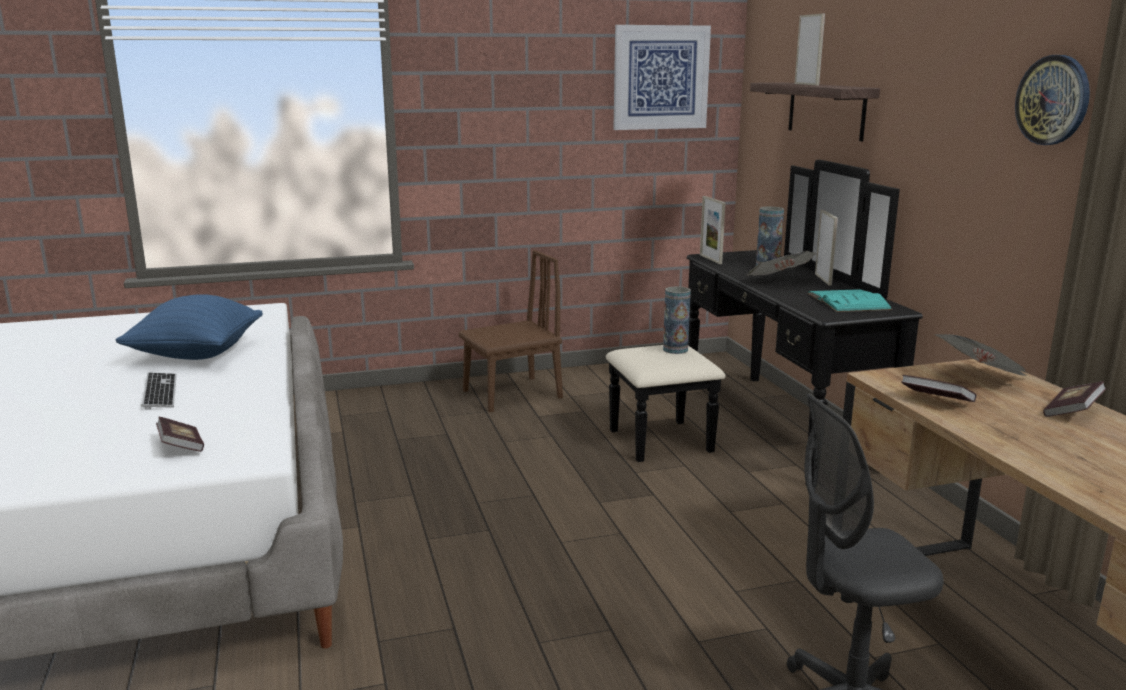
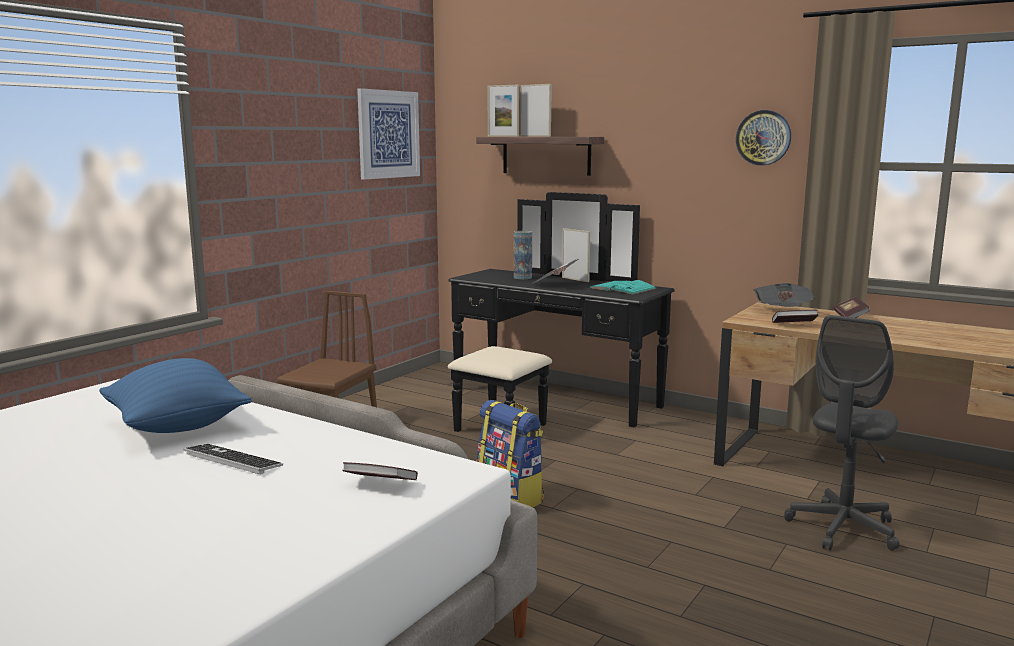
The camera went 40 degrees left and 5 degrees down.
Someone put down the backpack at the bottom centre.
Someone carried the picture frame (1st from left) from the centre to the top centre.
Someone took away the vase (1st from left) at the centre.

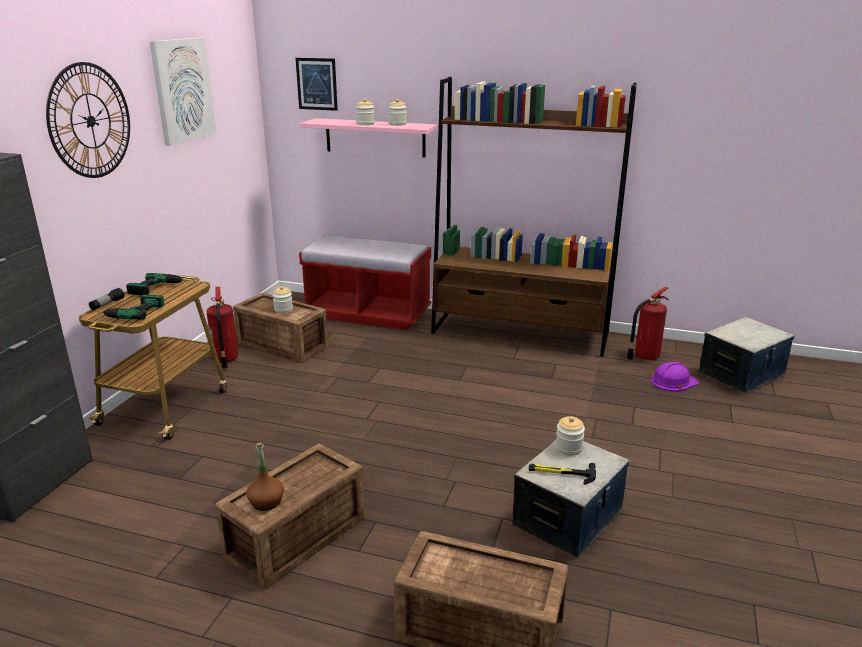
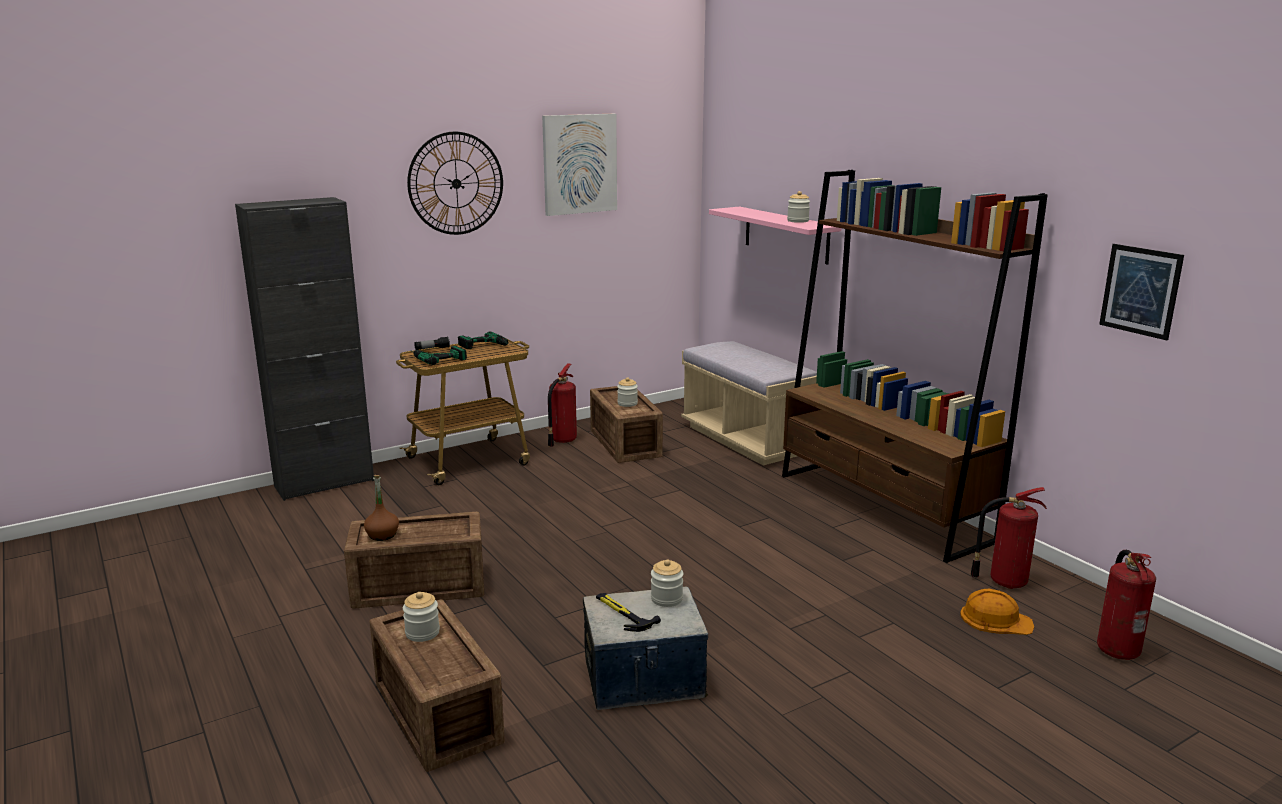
The camera went 40 degrees right and 5 degrees down.
Someone carried the jar (2nd from left in the first image) from the top centre to the bottom left.
Someone repainted the red bench at the centre, which became the beige bench at the centre.
Someone repainted the purple hard hat at the middle right, which became the orange hard hat at the bottom right.
Someone swapped the storage box (2nd from left) at the middle right for the fire extinguisher (3rd from left) at the bottom right.
Someone carried the picture (2nd from left) from the top centre to the middle right.

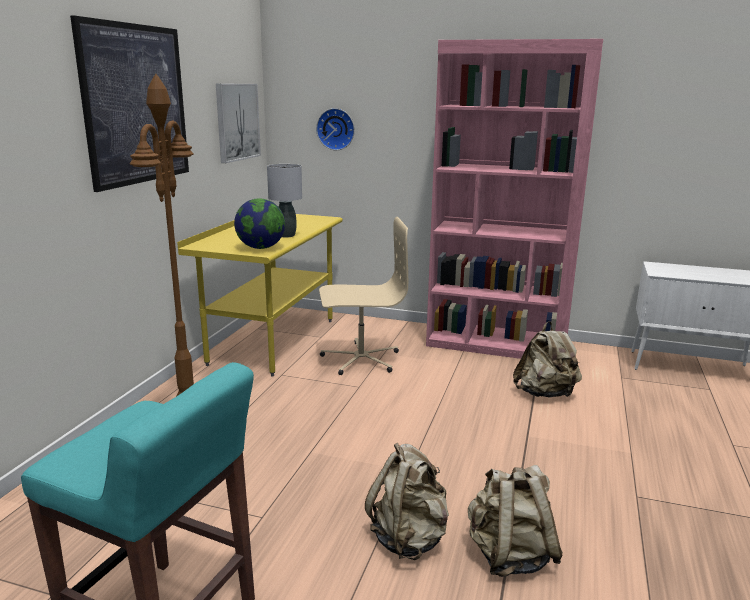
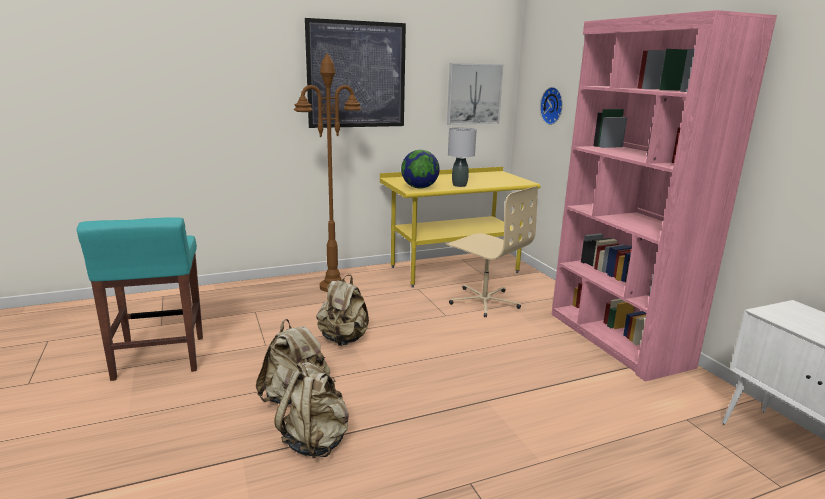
The camera went 50 degrees right and 0 degrees up.
Someone carried the beige backpack (3rd from left) from the middle right to the centre.

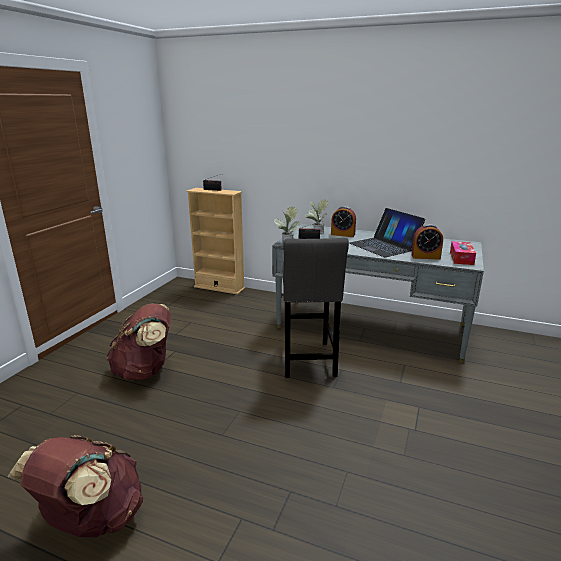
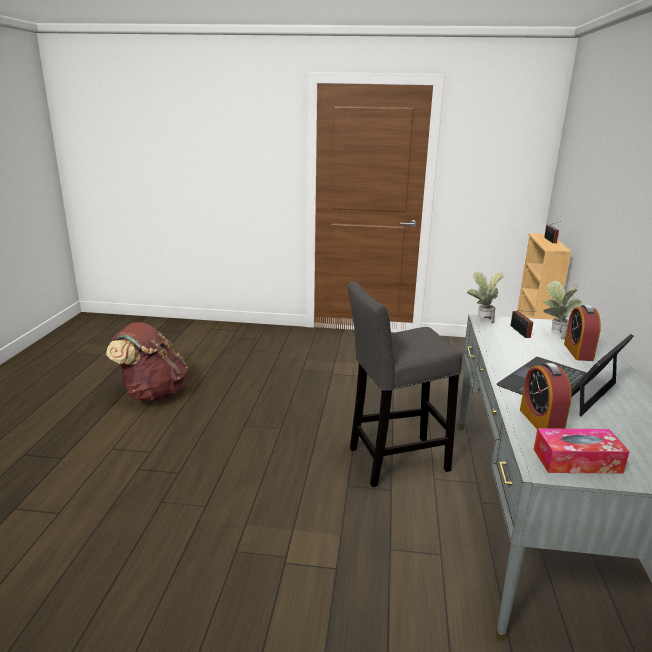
The camera went 75 degrees right and 0 degrees up.
Someone took away the brown backpack (2nd from left) at the middle left.

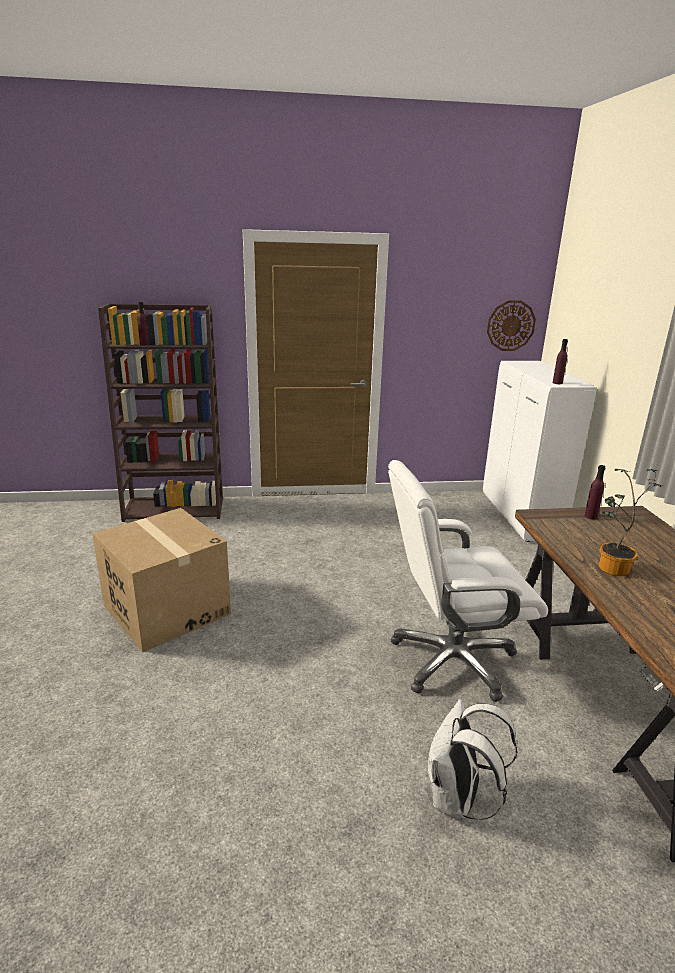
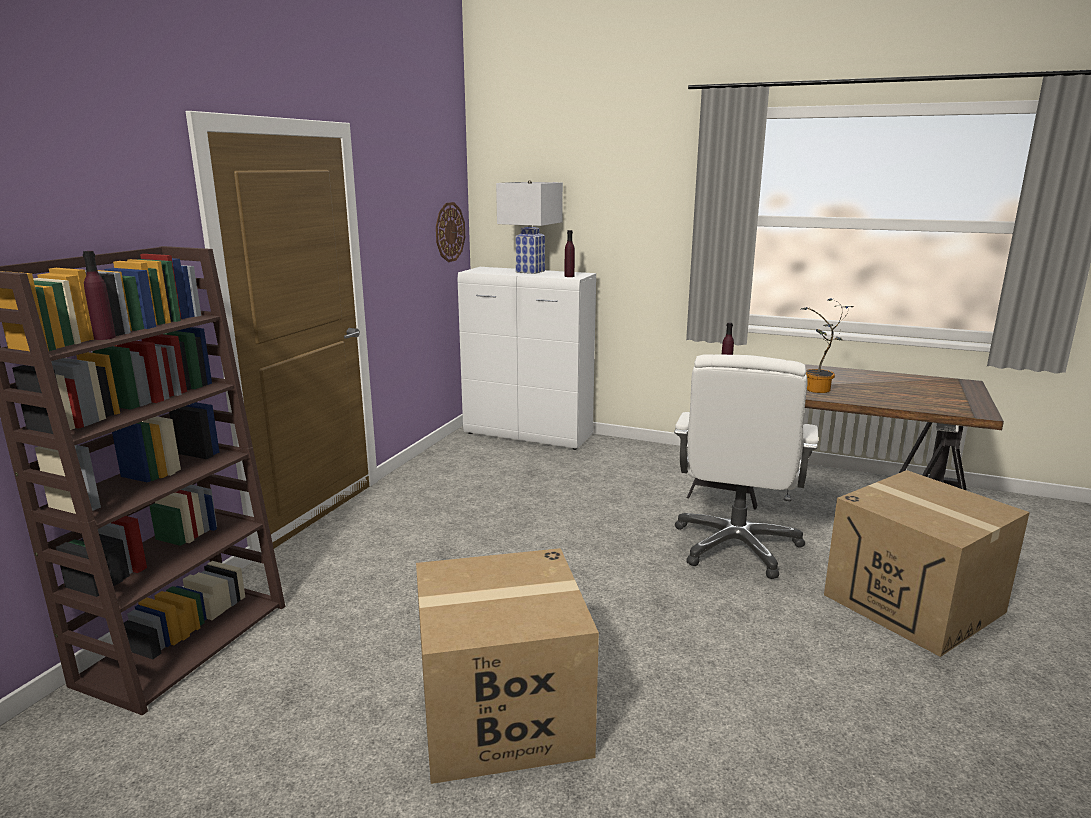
The camera went 60 degrees left and 5 degrees down.
Someone put down the white table lamp at the top centre.
Someone swapped the white backpack at the bottom right for the cardboard box (2nd from left) at the bottom right.

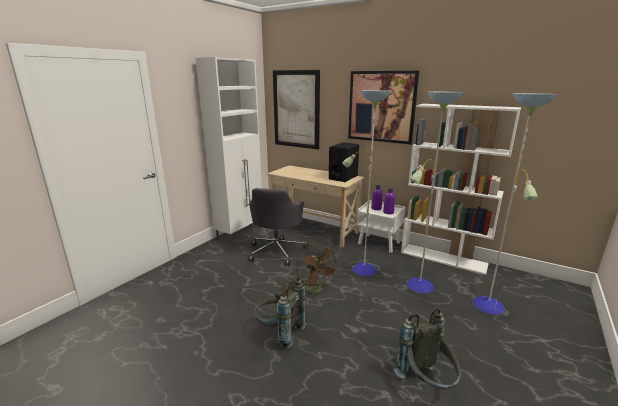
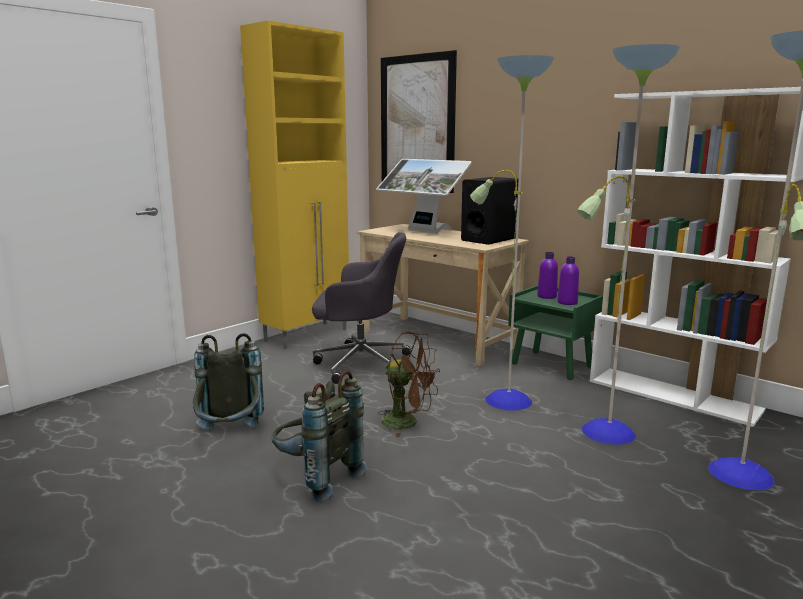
The camera went 10 degrees right and 5 degrees down.
Someone carried the grey backpack (2nd from left in the first image) from the bottom right to the middle left.
Someone repainted the white cabinet at the centre, which became the yellow cabinet at the top centre.
Someone rotated the grey office chair at the centre by 105 degrees counterclockwise.
Someone put down the monitor at the top centre.
Someone rotated the brown fan at the centre by 45 degrees counterclockwise.
Someone repainted the white nightstand at the centre, which became the green nightstand at the middle right.
Someone took away the picture (2nd from left) at the top centre.

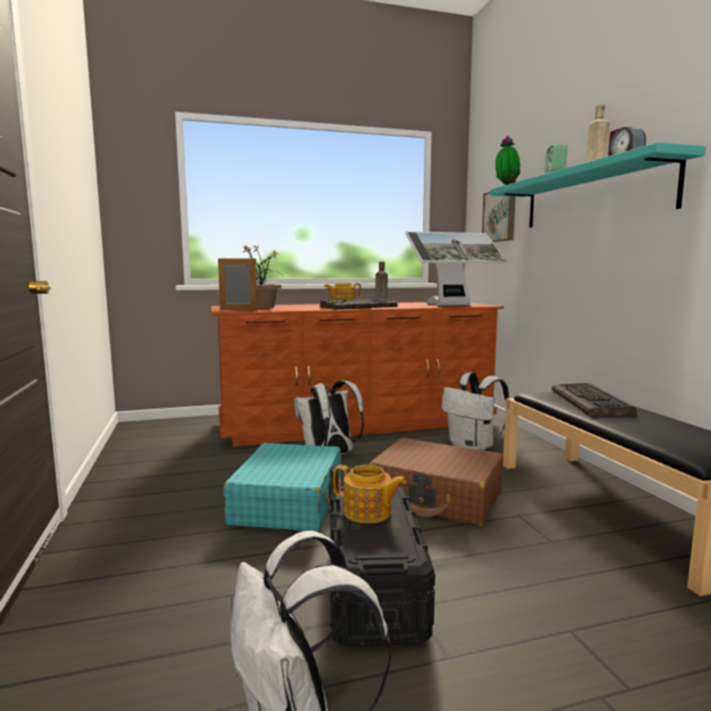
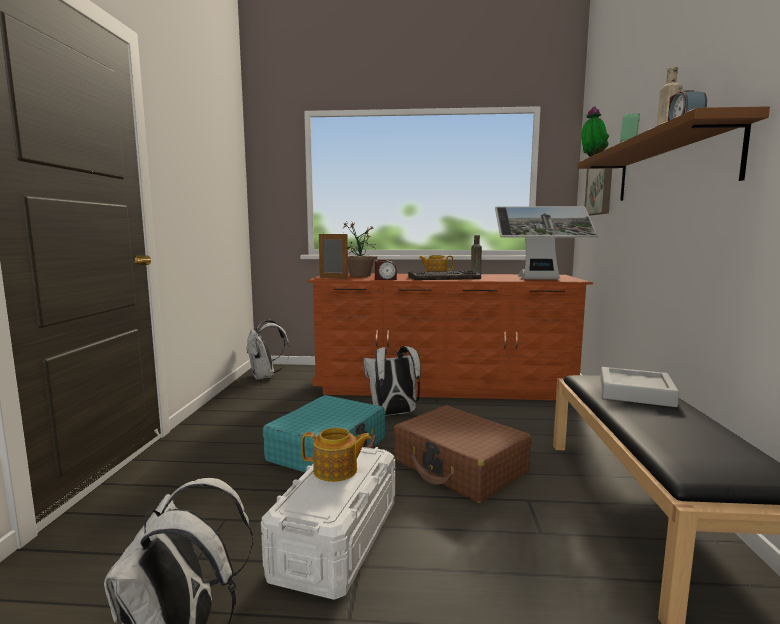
The camera went 20 degrees right and 0 degrees up.
Someone carried the white backpack (3rd from left in the first image) from the middle right to the centre.
Someone repainted the black storage box at the bottom centre, which became the white storage box at the bottom centre.
Someone rotated the teapot (2nd from left in the first image) at the bottom centre by 45 degrees counterclockwise.
Someone put down the alarm clock (1st from left) at the centre.
Someone repainted the turquoise shelf at the top right, which became the brown shelf at the top right.
Someone swapped the keyboard (2nd from left) at the middle right for the grey tray at the middle right.

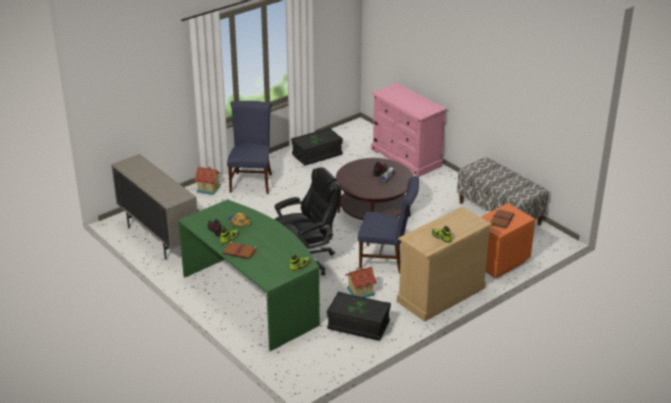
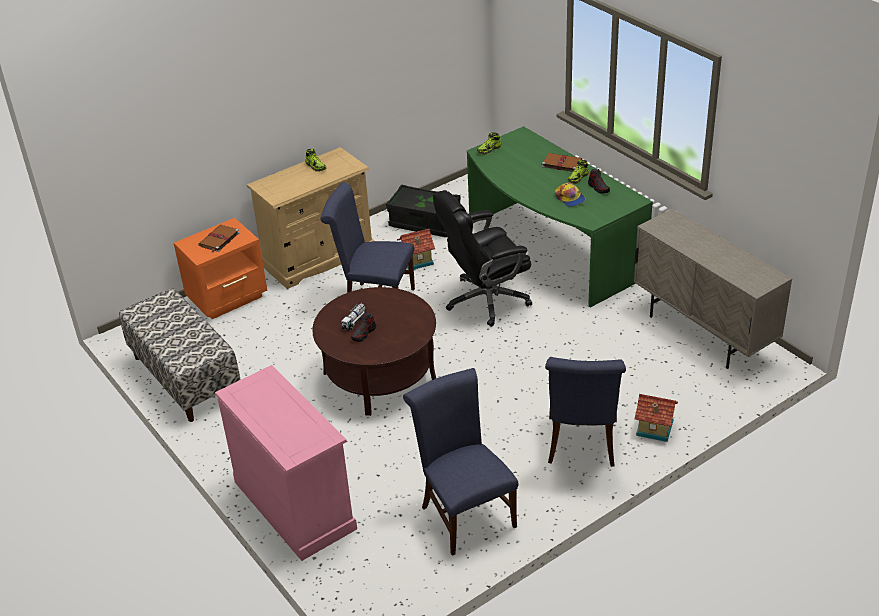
The camera went 175 degrees left and 5 degrees up.
Someone swapped the black storage box (1st from left) at the centre for the blue chair (2nd from left) at the bottom centre.

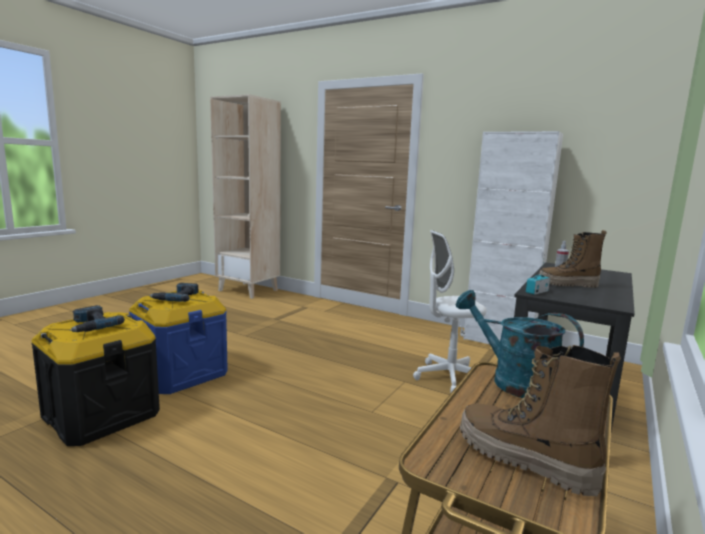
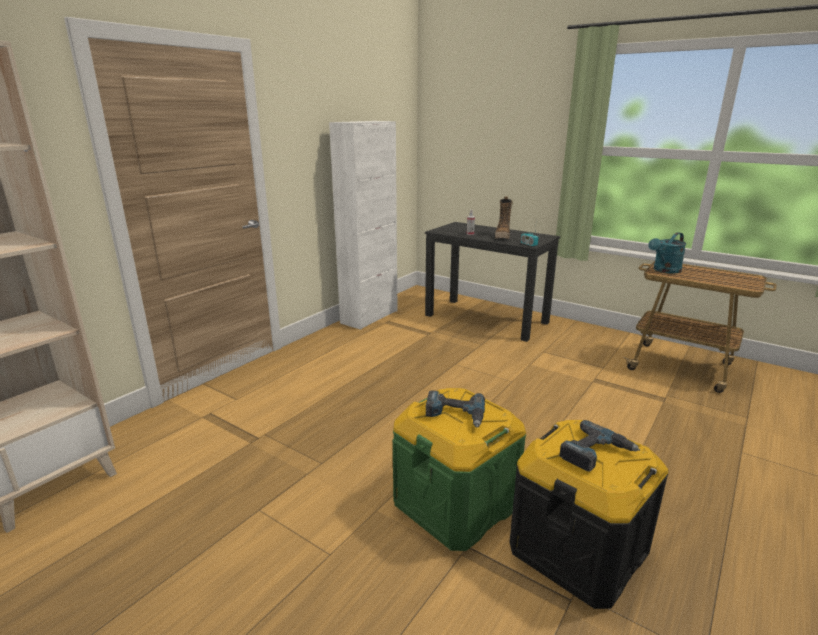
The camera went 85 degrees left and 10 degrees up.
Someone repainted the blue storage box at the middle left, which became the green storage box at the bottom centre.
Someone took away the white office chair at the centre.
Someone took away the boot (1st from left) at the bottom right.

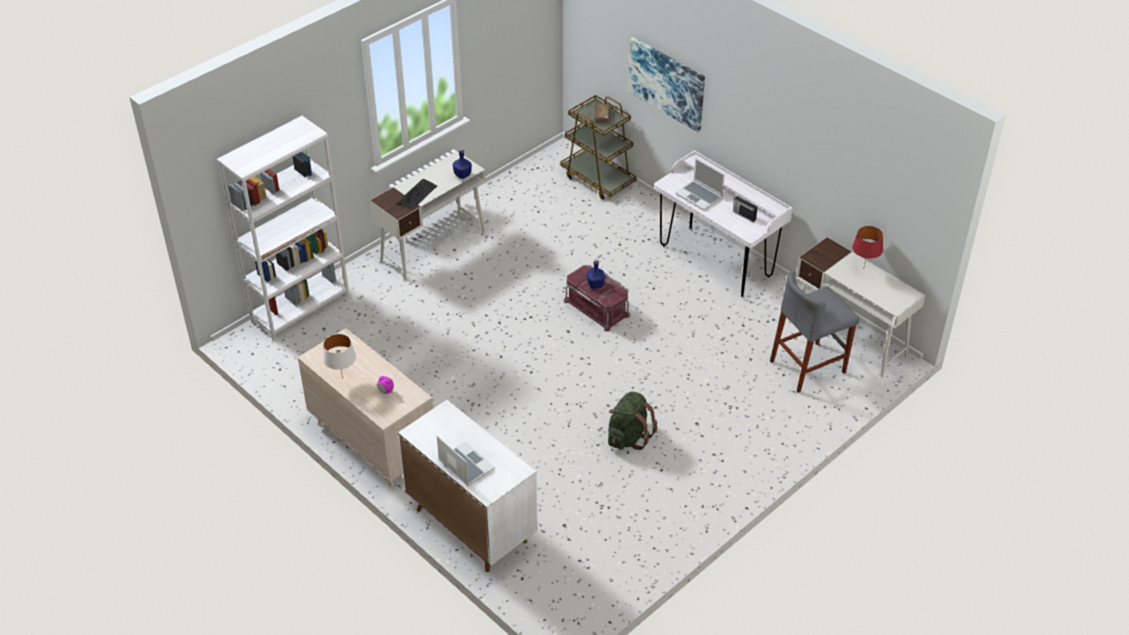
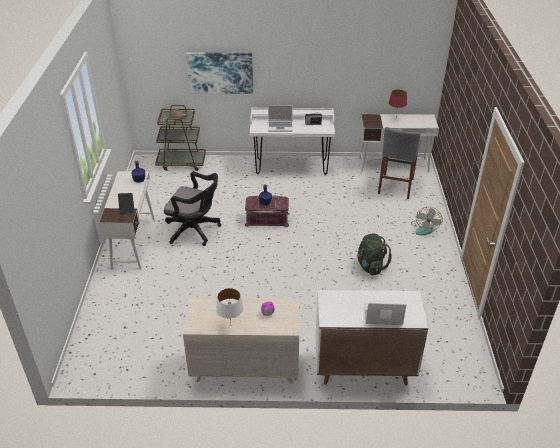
The camera went 45 degrees left and 5 degrees down.
Someone put down the black office chair at the centre.
Someone put down the fan at the middle right.
Someone took away the white bookcase at the middle left.

